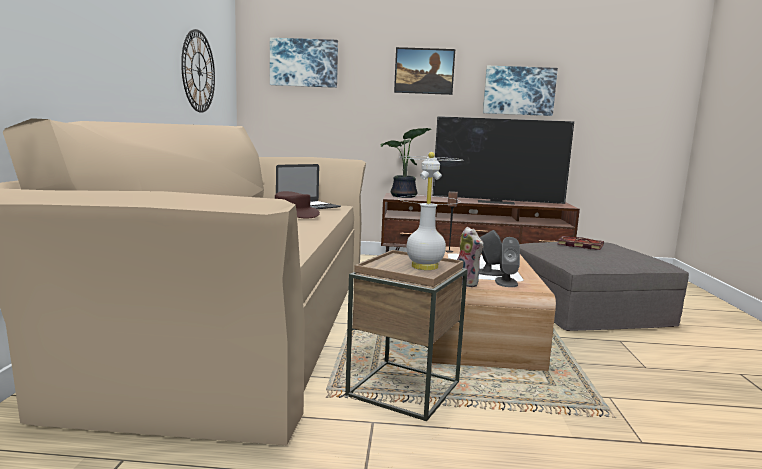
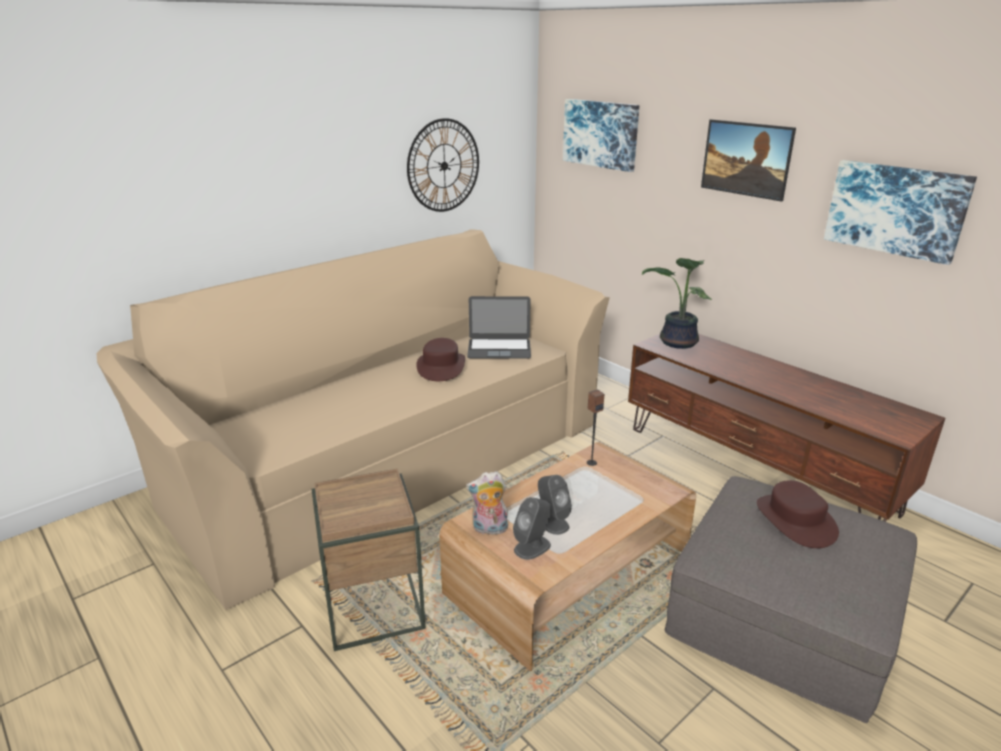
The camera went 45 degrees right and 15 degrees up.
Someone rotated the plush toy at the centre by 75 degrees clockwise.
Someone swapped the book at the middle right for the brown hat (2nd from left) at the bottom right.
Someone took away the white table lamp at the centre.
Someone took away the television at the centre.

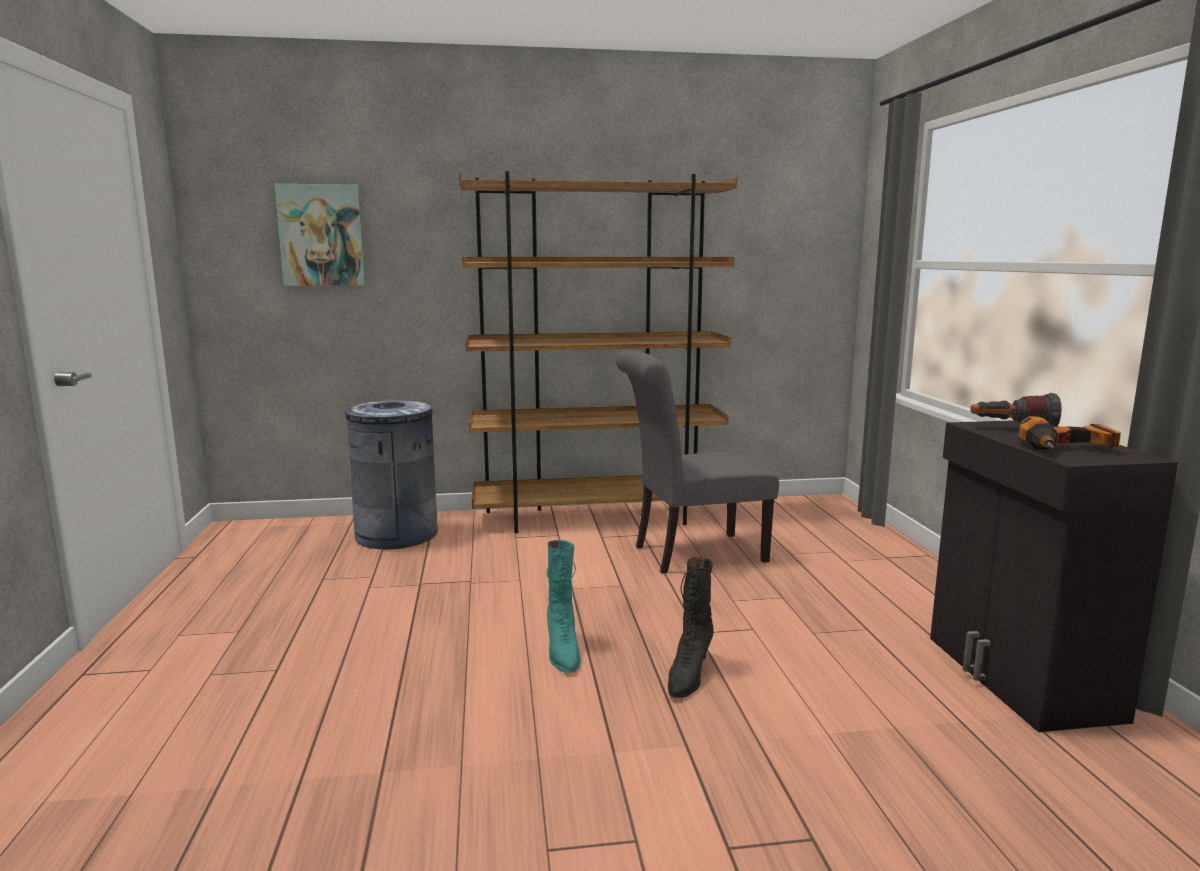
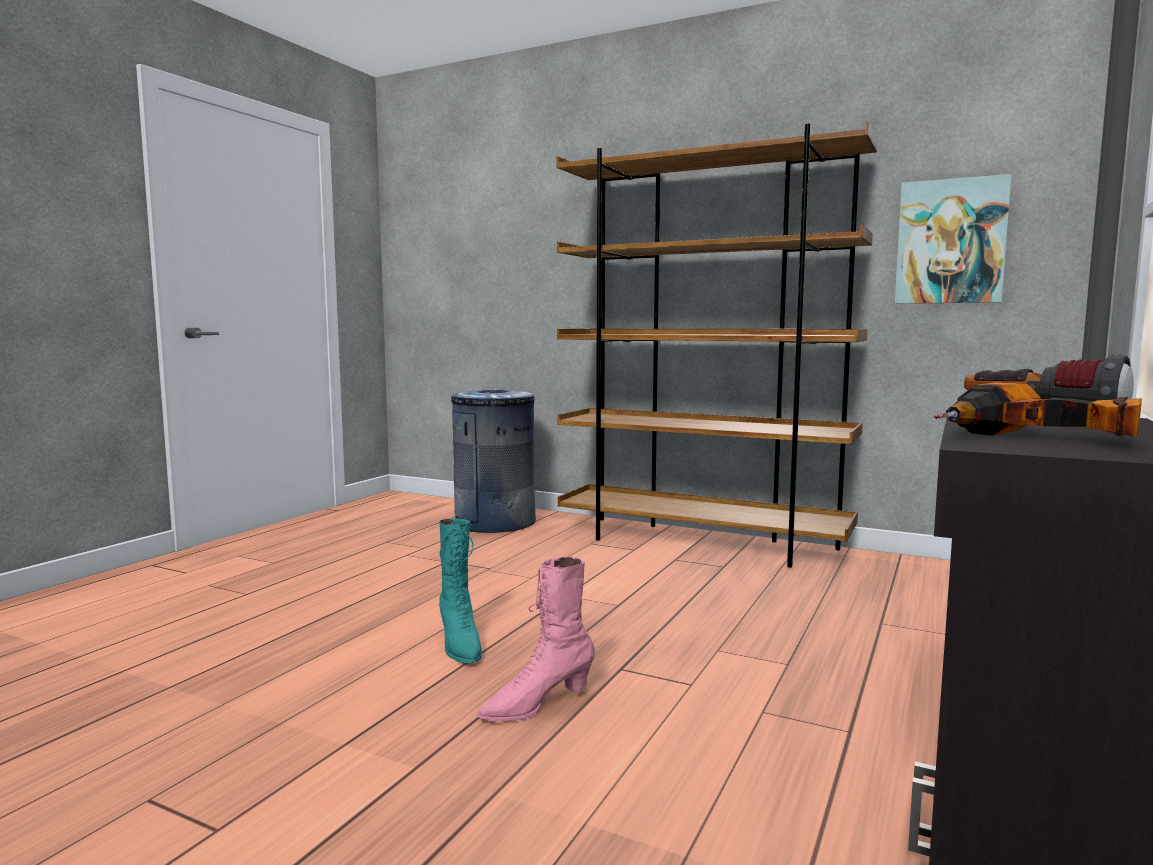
The camera went 35 degrees right and 5 degrees down.
Someone rotated the turquoise boot at the bottom centre by 45 degrees counterclockwise.
Someone repainted the black boot at the bottom centre, which became the pink boot at the bottom centre.
Someone carried the picture from the top left to the top right.
Someone took away the grey chair at the centre.

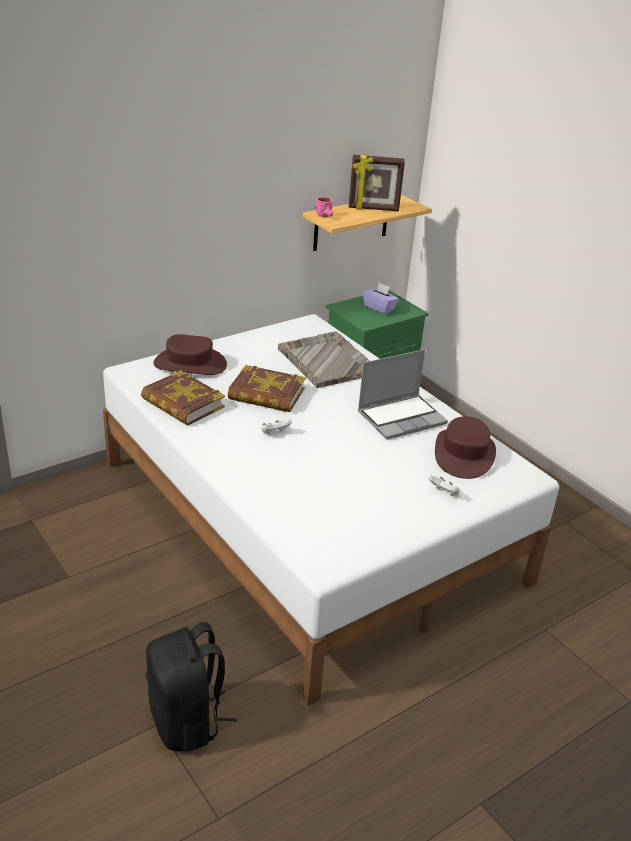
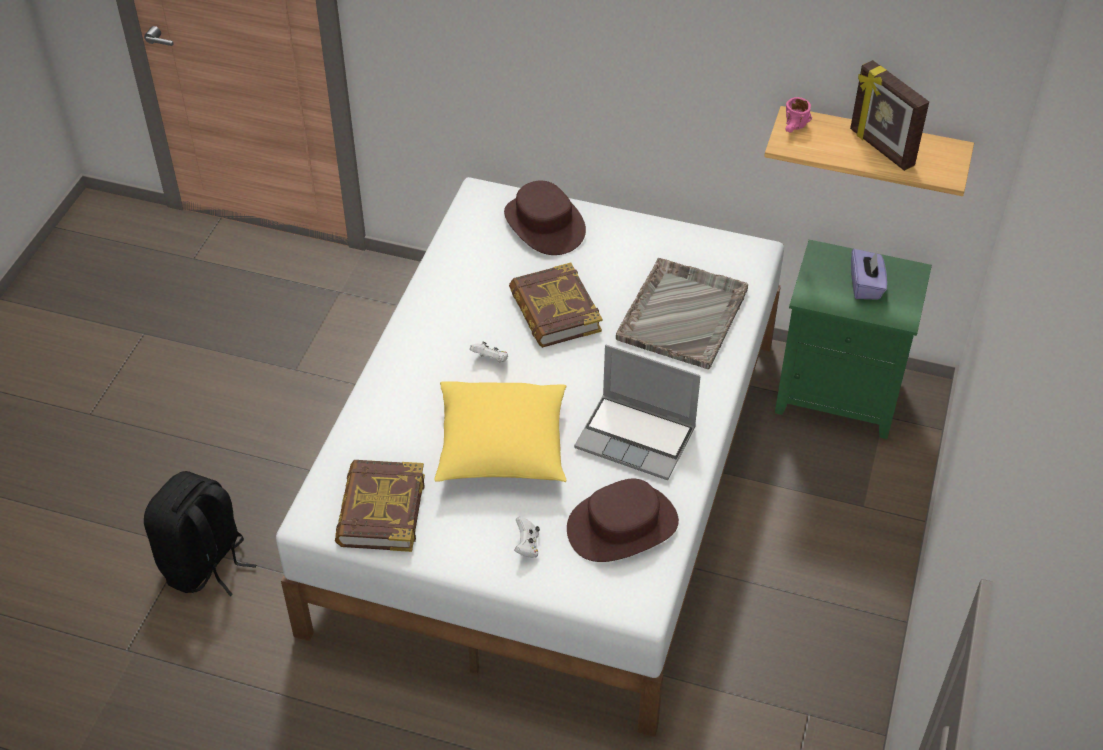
The camera went 55 degrees right and 15 degrees up.
Someone carried the book (1st from left) from the middle left to the bottom centre.
Someone put down the yellow pillow at the centre.

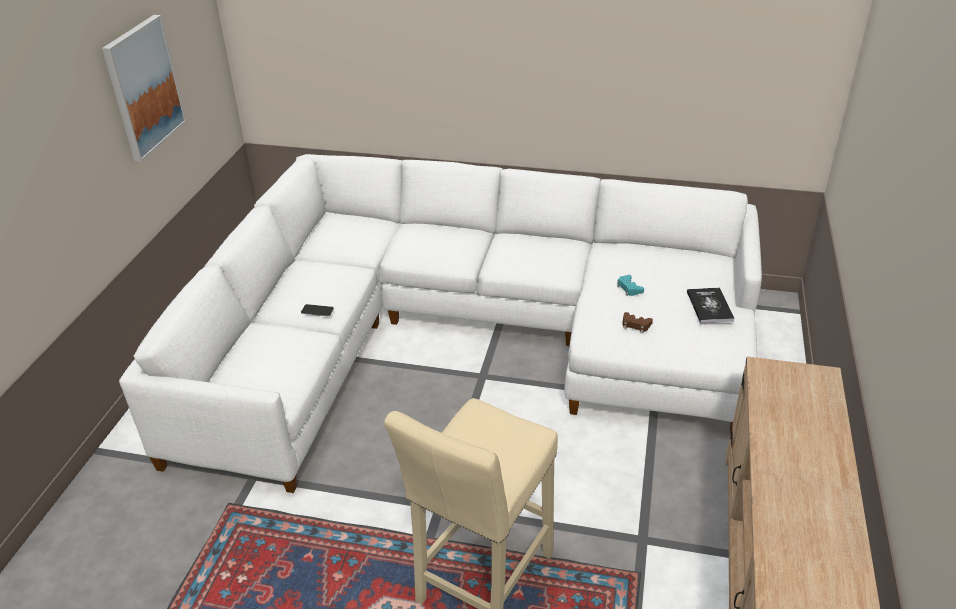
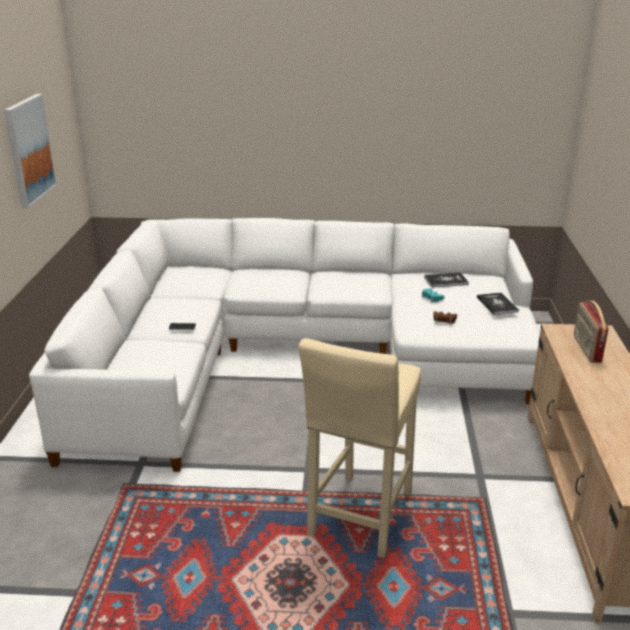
The camera went 10 degrees left and 10 degrees down.
Someone put down the book (1st from left) at the middle right.
Someone put down the radio at the middle right.

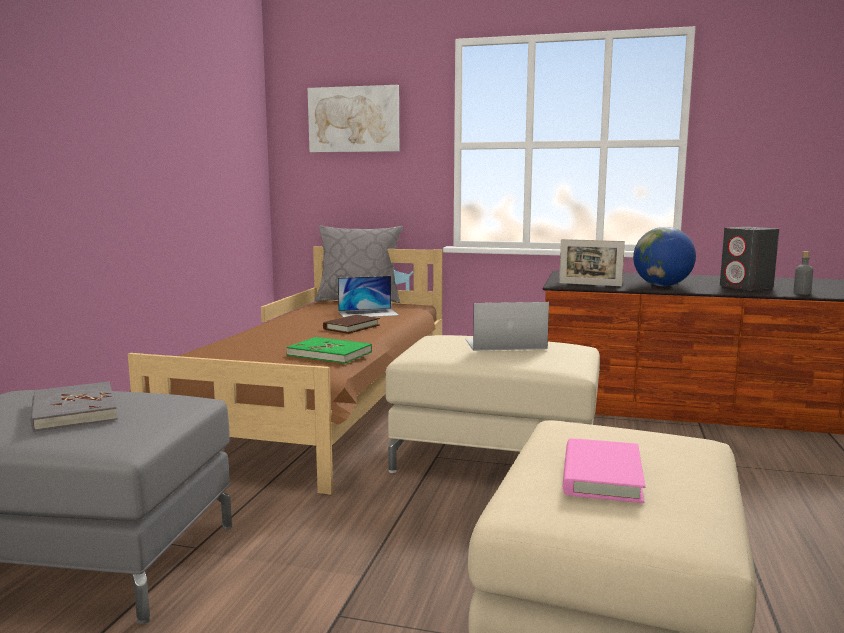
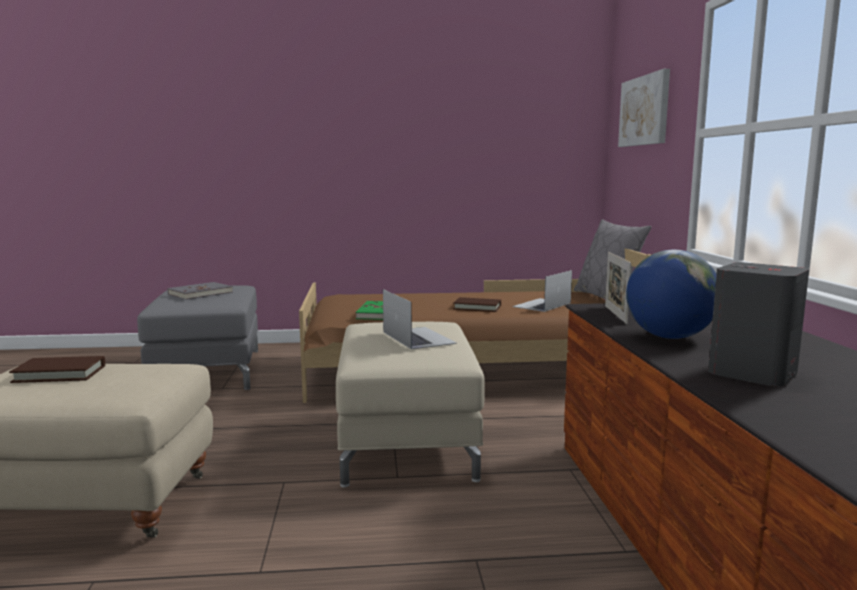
The camera went 70 degrees right and 0 degrees up.
Someone repainted the pink book at the bottom right, which became the brown book (1st from left) at the middle left.
Someone rotated the laptop (1st from left in the first image) at the centre by 75 degrees clockwise.
Someone took away the grey bottle at the middle right.

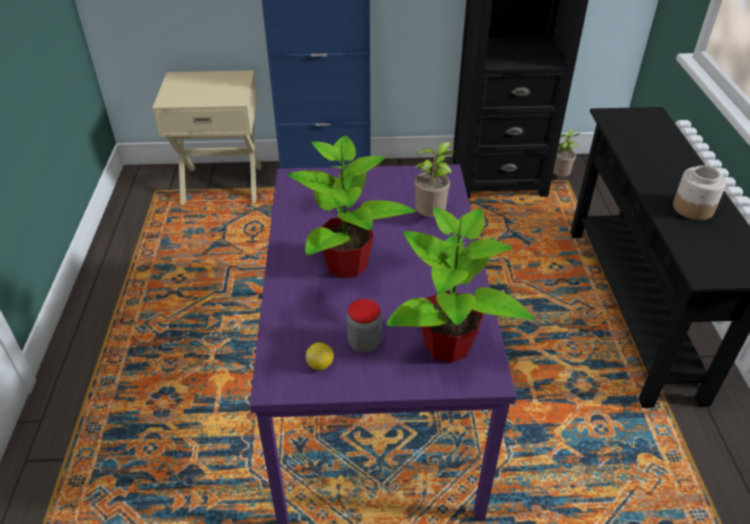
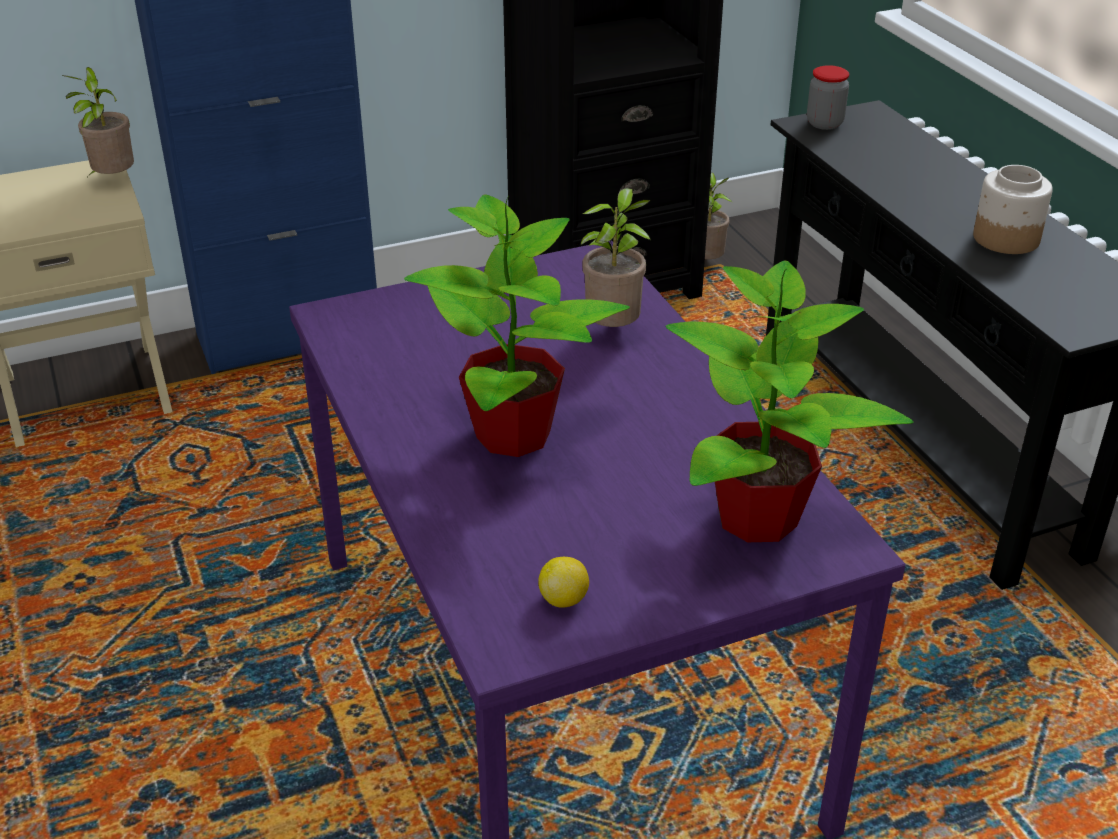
The camera went 20 degrees left and 5 degrees down.
Someone put down the potted plant (1st from left) at the top left.
Someone carried the jar (1st from left) from the centre to the top right.

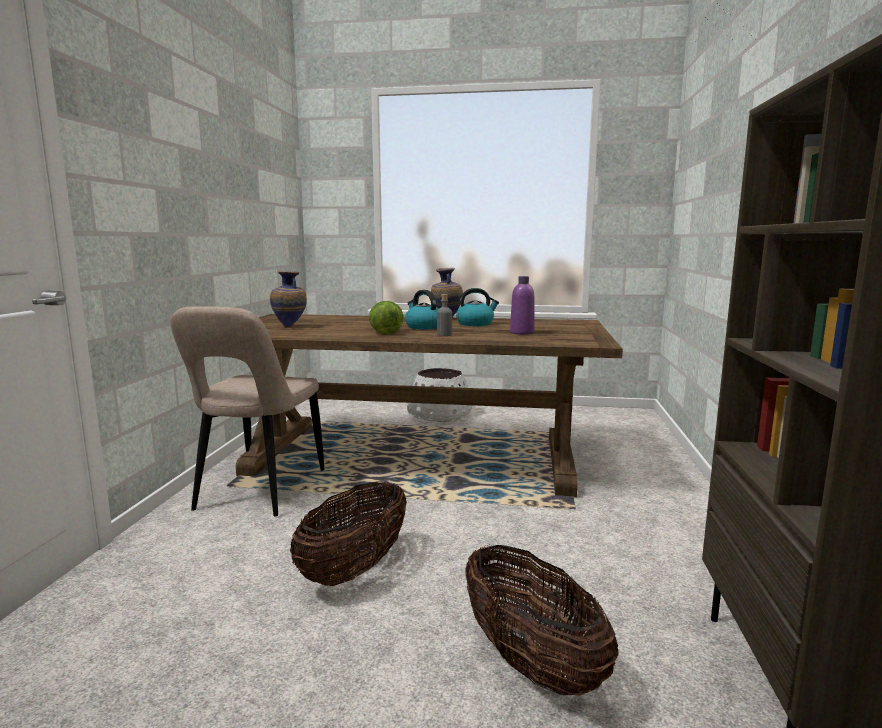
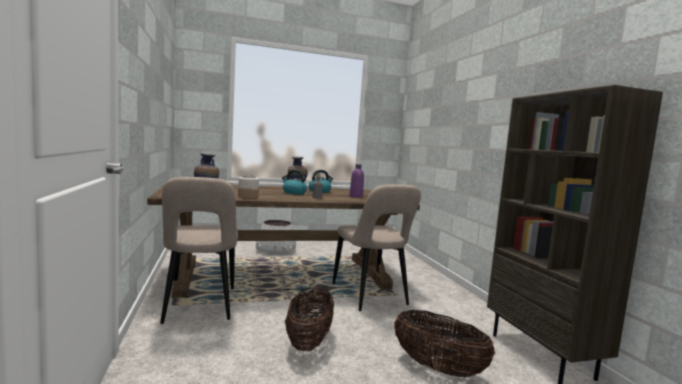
The camera went 25 degrees left and 5 degrees down.
Someone put down the jar at the centre.
Someone put down the beige chair (2nd from left) at the centre.
Someone took away the lettuce at the centre.

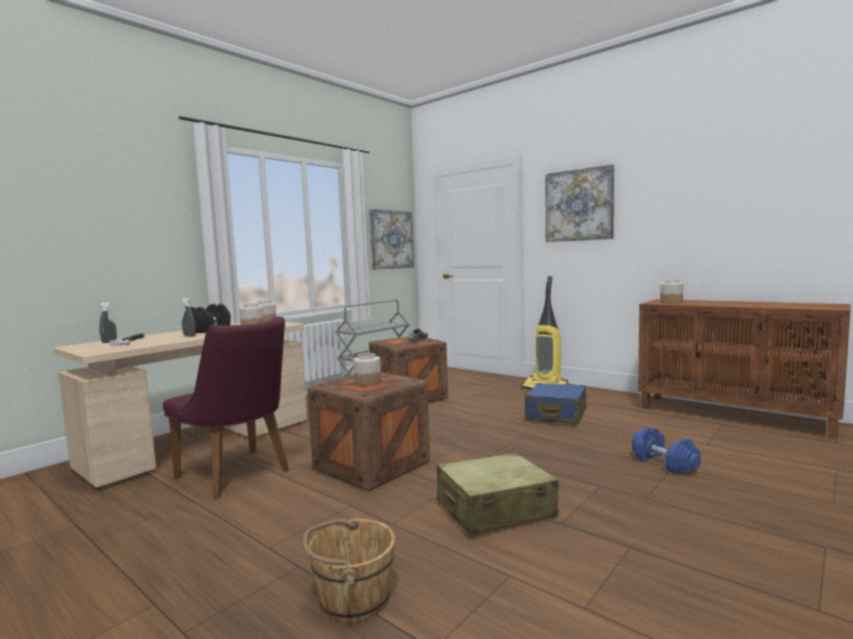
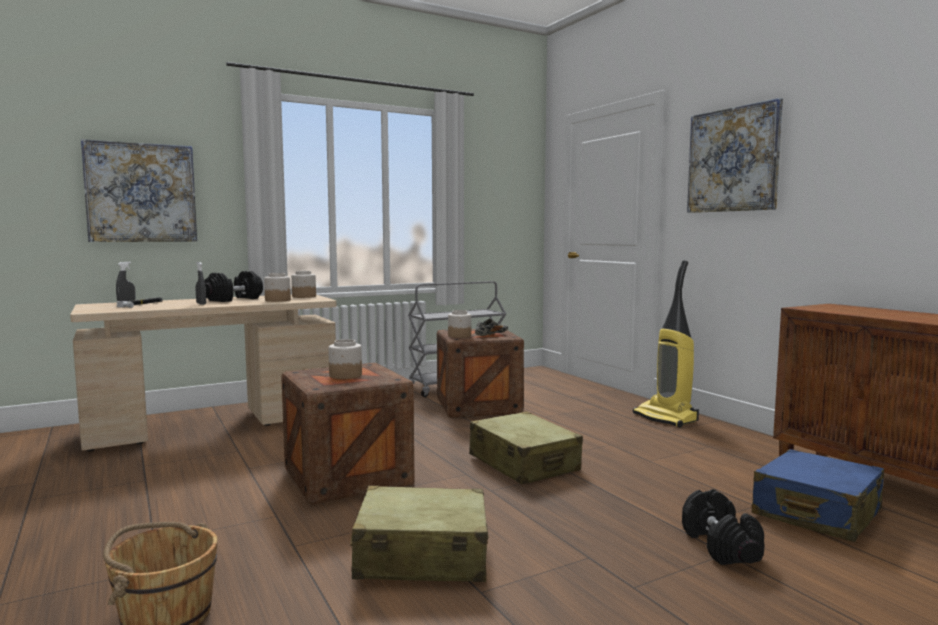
The camera went 20 degrees right and 0 degrees up.
Someone carried the picture (1st from left) from the centre to the top left.
Someone carried the jar (4th from left) from the middle right to the centre.
Someone put down the beige suitcase (2nd from left) at the bottom centre.
Someone repainted the blue dumbbell at the bottom right, which became the black dumbbell (2nd from left) at the bottom right.
Someone carried the blue suitcase from the centre to the bottom right.
Someone took away the purple chair at the middle left.

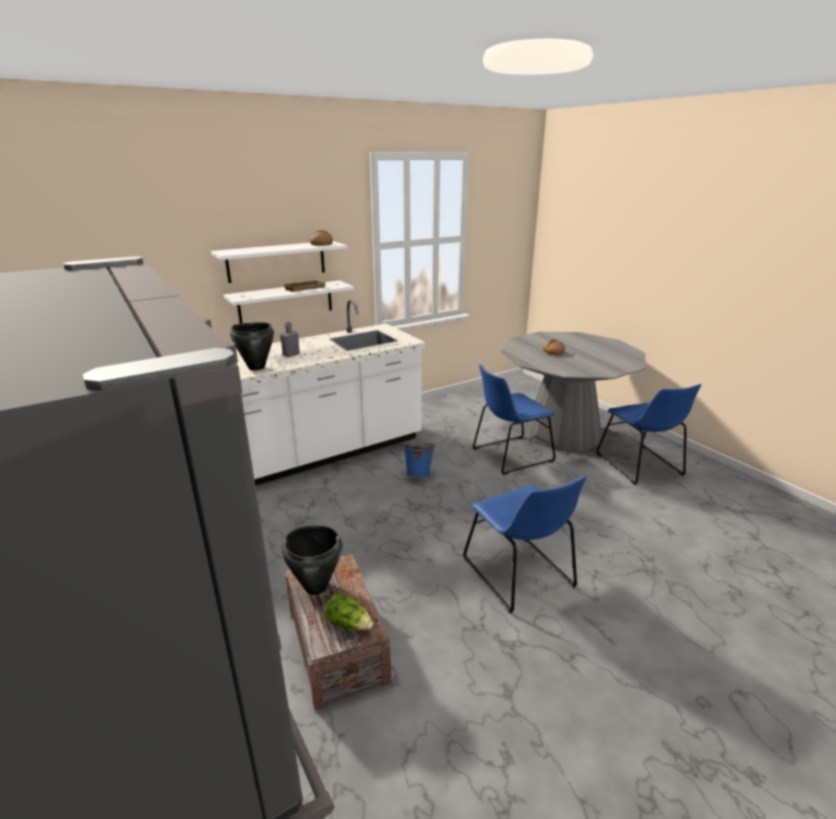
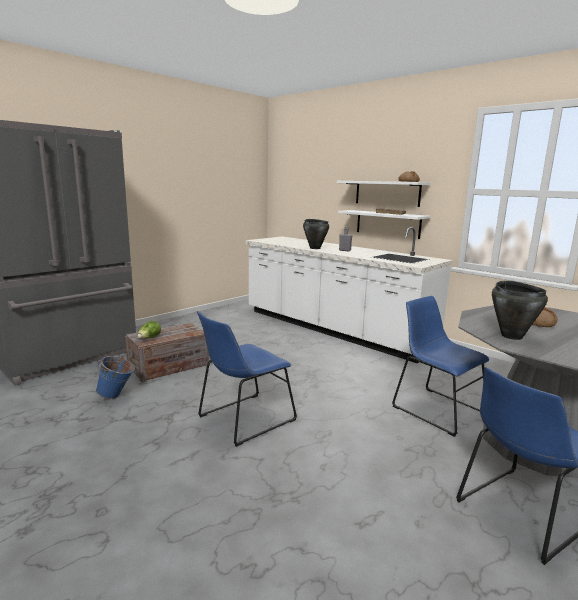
The camera went 75 degrees right and 10 degrees down.
Someone carried the blue bucket from the centre to the middle left.
Someone carried the black cooking pot (2nd from left) from the bottom centre to the middle right.

